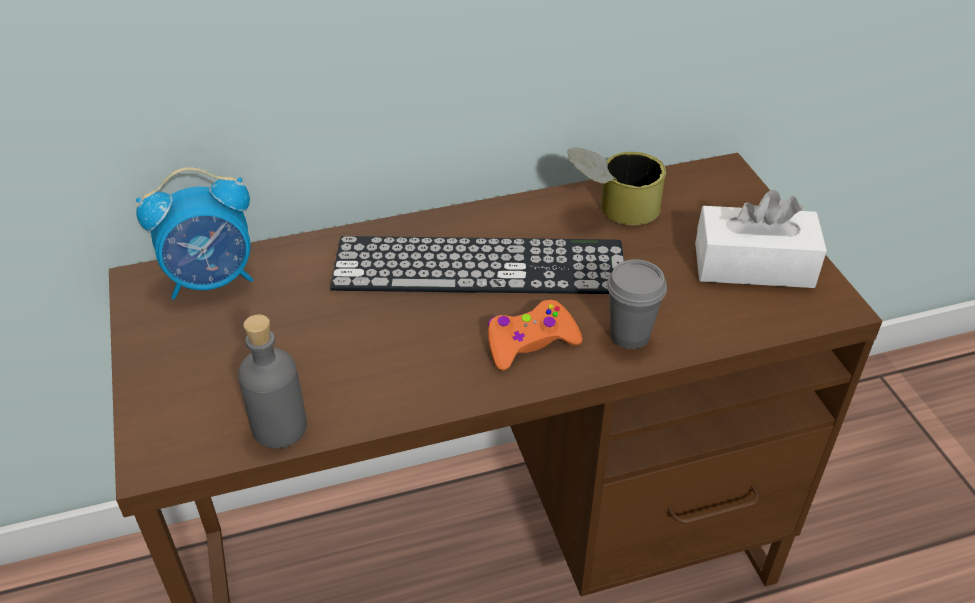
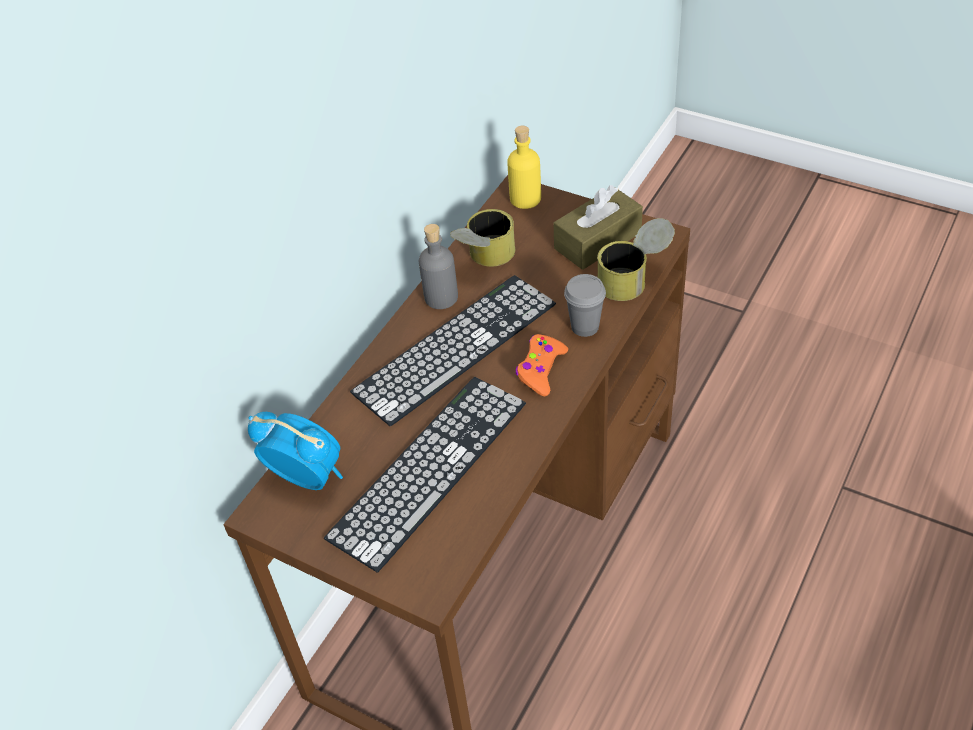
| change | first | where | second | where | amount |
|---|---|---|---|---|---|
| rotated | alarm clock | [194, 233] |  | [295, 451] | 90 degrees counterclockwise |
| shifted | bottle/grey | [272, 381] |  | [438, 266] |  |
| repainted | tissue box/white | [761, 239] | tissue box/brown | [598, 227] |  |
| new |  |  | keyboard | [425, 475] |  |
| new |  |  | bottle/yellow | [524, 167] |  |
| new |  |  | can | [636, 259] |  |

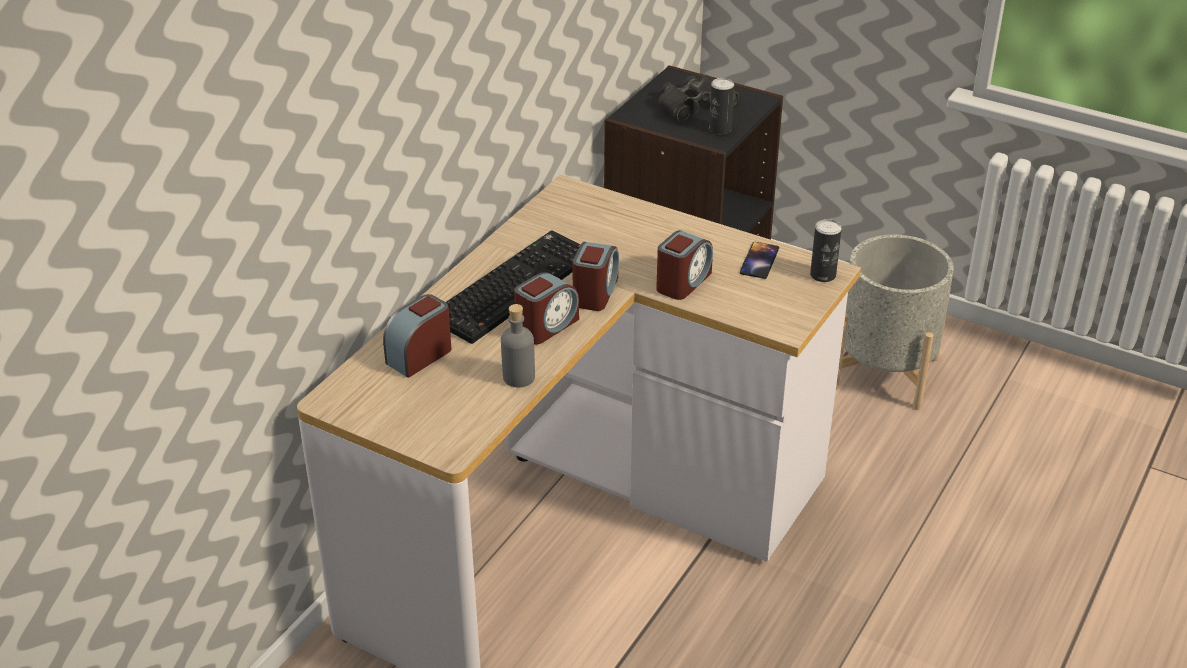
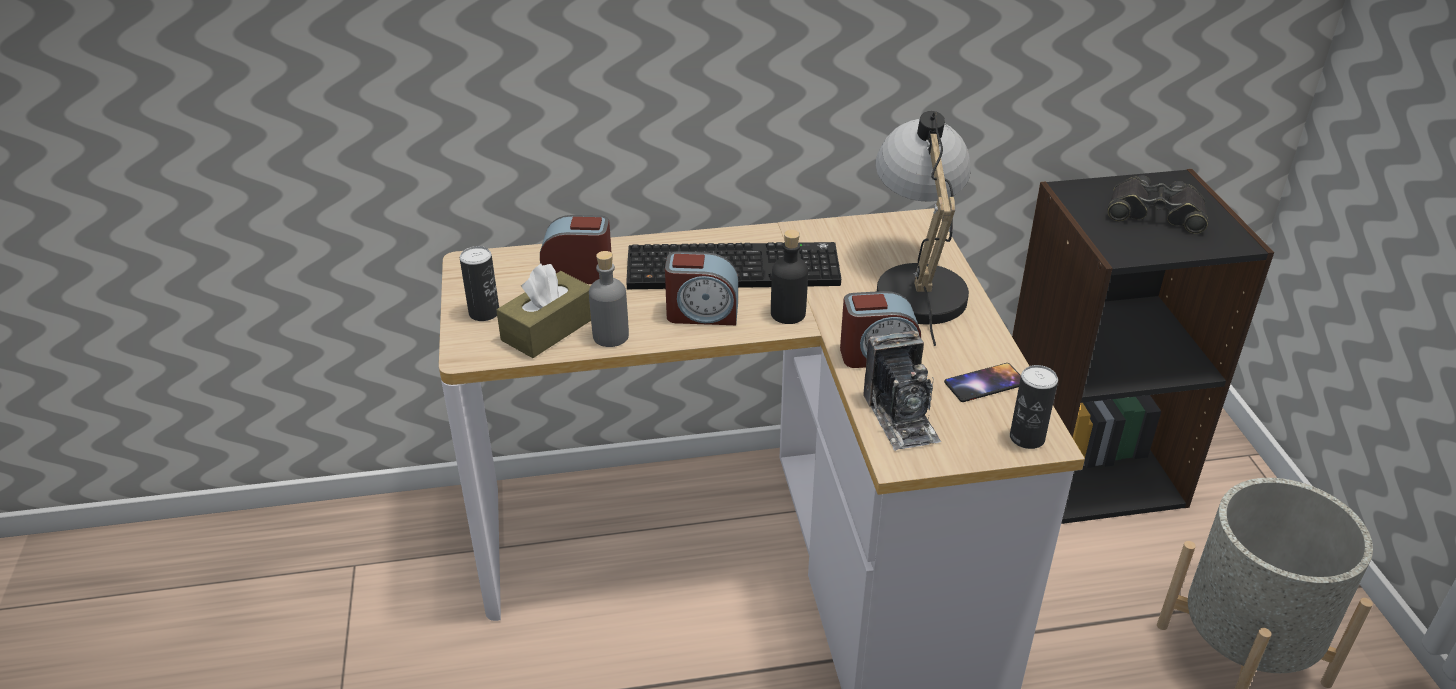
| change | first | where | second | where | amount |
|---|---|---|---|---|---|
| swapped | alarm clock | [595, 276] | bottle/black | [789, 277] |  |
| shifted | can | [721, 106] |  | [479, 283] |  |
| new |  |  | tissue box/brown | [543, 311] |  |
| new |  |  | photo camera | [902, 390] |  |
| new |  |  | table lamp | [923, 228] |  |

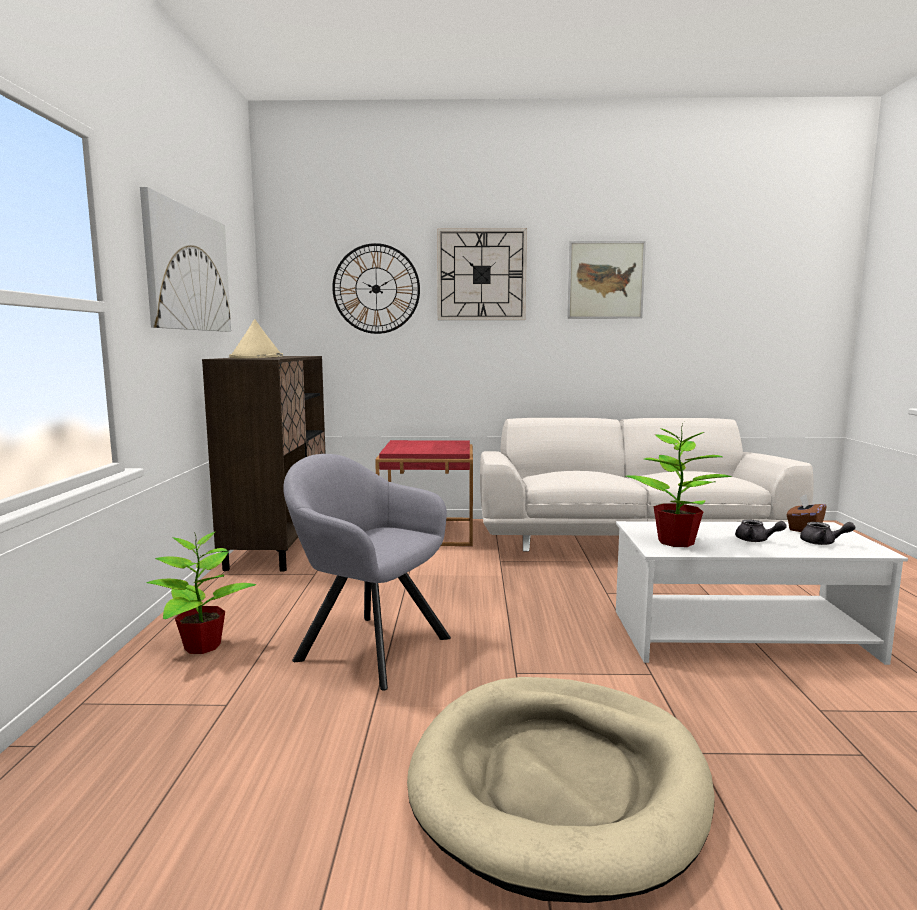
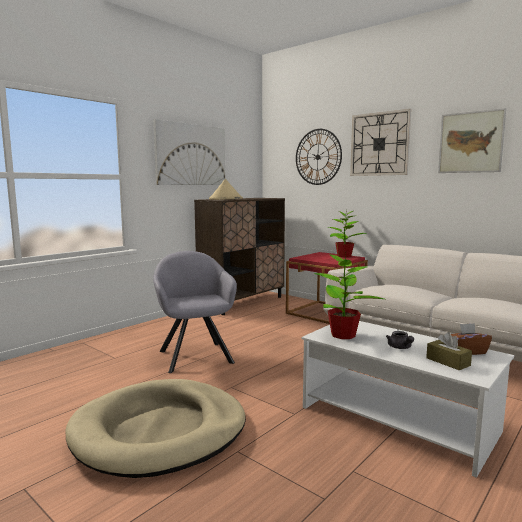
| change | first | where | second | where | amount |
|---|---|---|---|---|---|
| shifted | potted plant | [201, 593] |  | [347, 234] |  |
| swapped | teapot/grey | [827, 533] | tissue box/brown | [449, 351] |  |

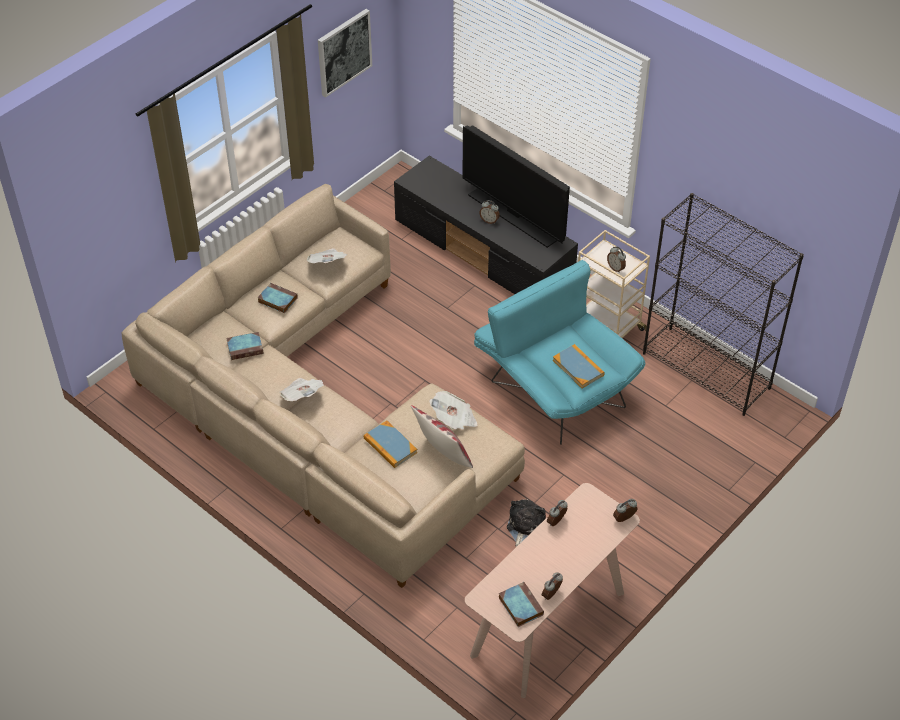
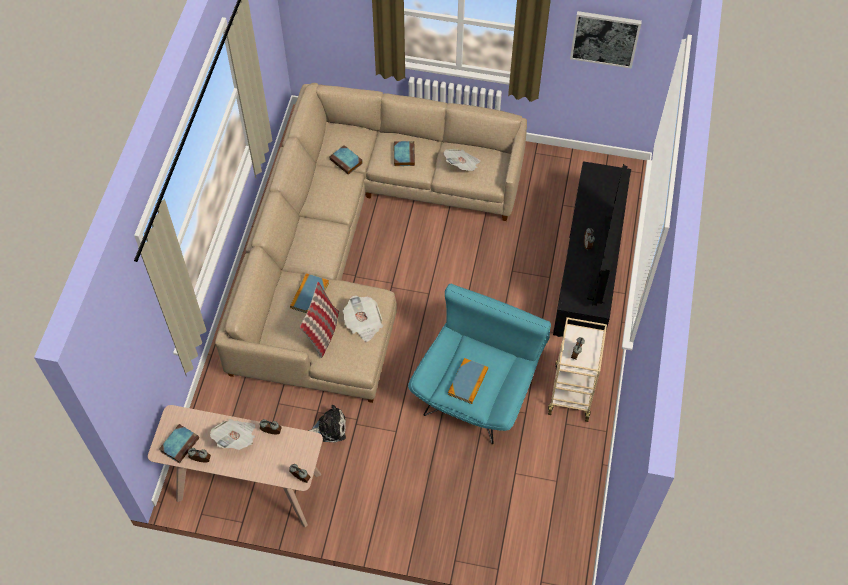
| change | first | where | second | where | amount |
|---|---|---|---|---|---|
| shifted | newspaper | [301, 389] |  | [232, 434] |  |
| gone | bookcase/black | [723, 304] |  |  |  |

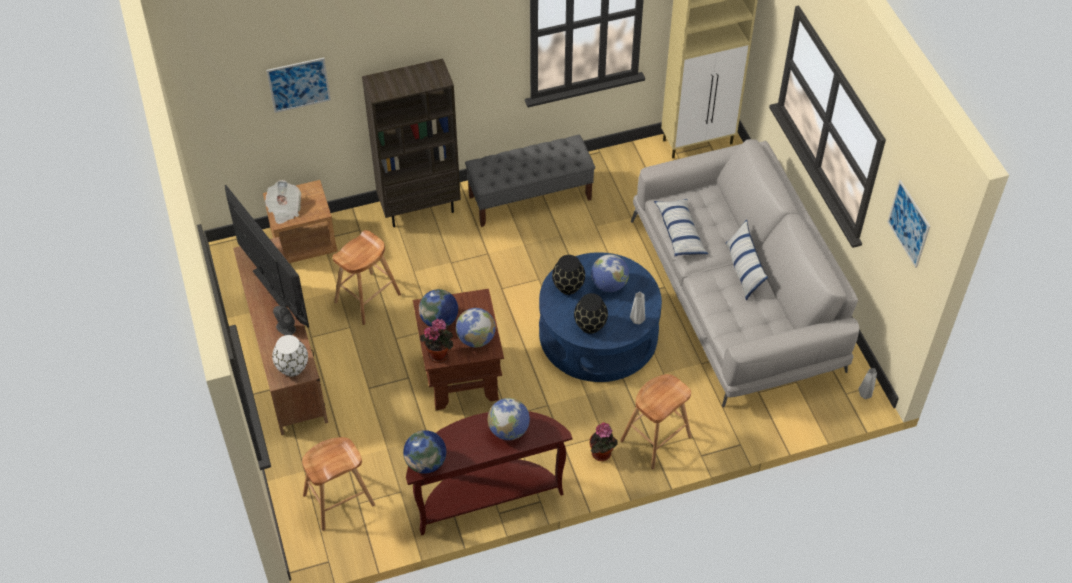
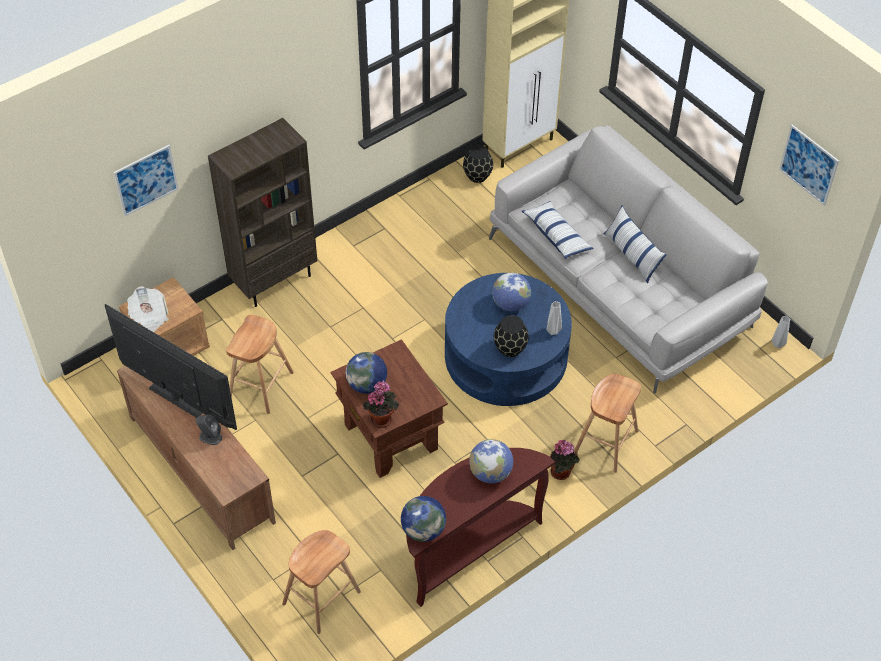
| change | first | where | second | where | amount |
|---|---|---|---|---|---|
| gone | vase/white | [290, 355] |  |  |  |
| gone | globe | [476, 328] |  |  |  |
| gone | bench/grey | [530, 181] |  |  |  |
| shifted | vase/black | [568, 275] |  | [478, 164] |  |

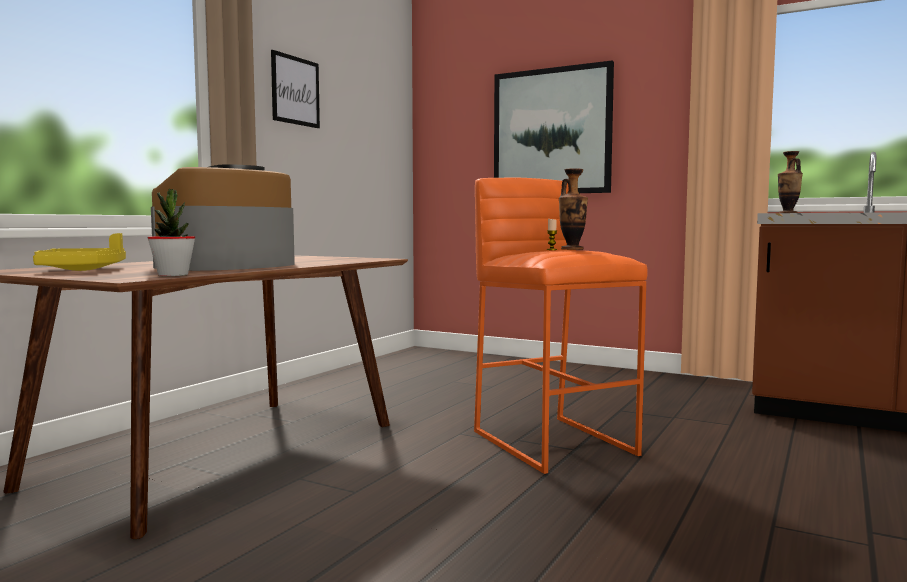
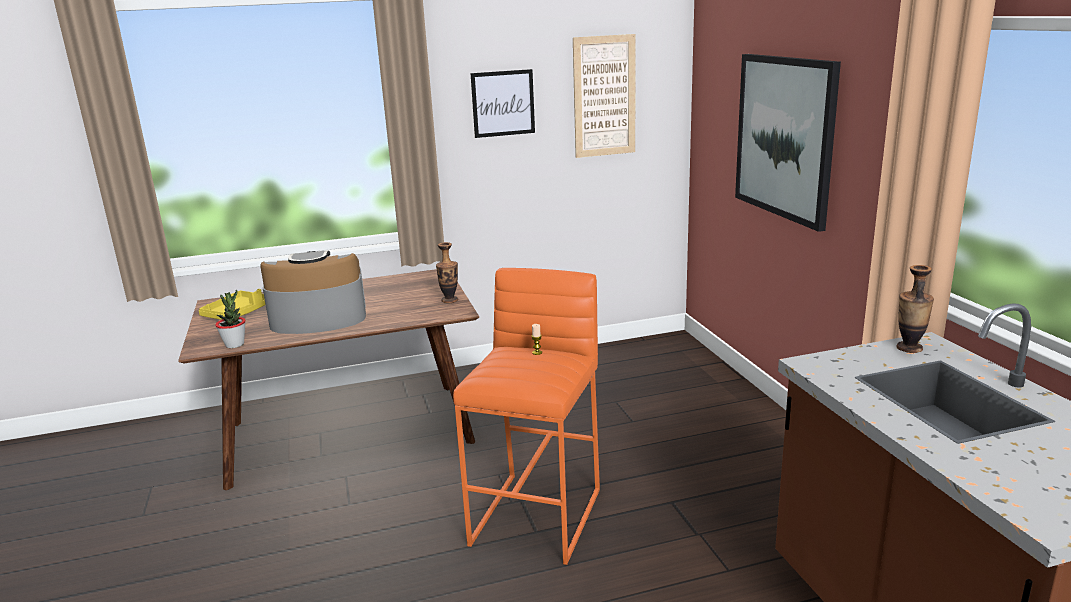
| change | first | where | second | where | amount |
|---|---|---|---|---|---|
| shifted | vase | [573, 209] |  | [447, 272] |  |
| new |  |  | picture | [604, 96] |  |

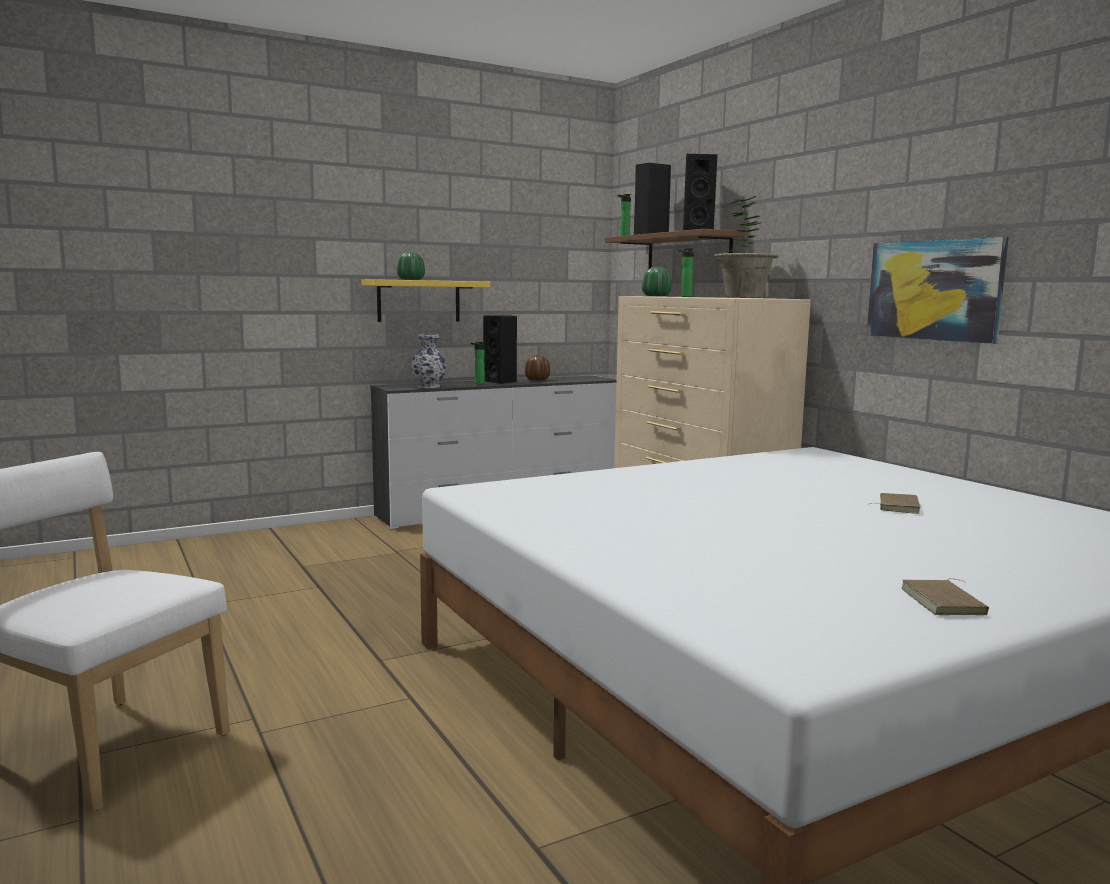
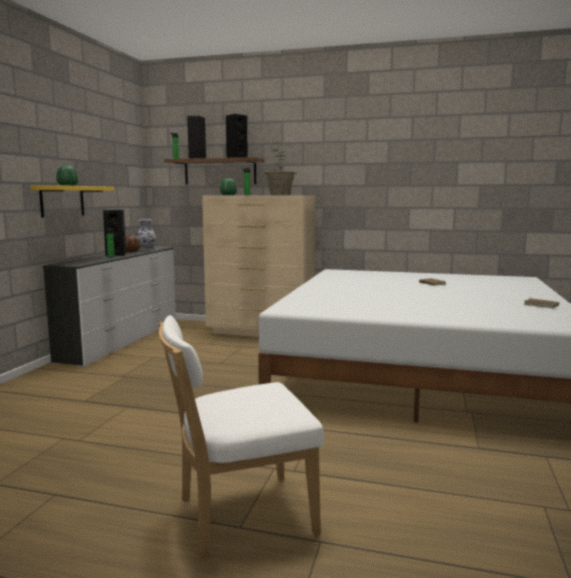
| change | first | where | second | where | amount |
|---|---|---|---|---|---|
| shifted | vase | [429, 361] |  | [146, 234] |  |
| gone | picture | [938, 290] |  |  |  |

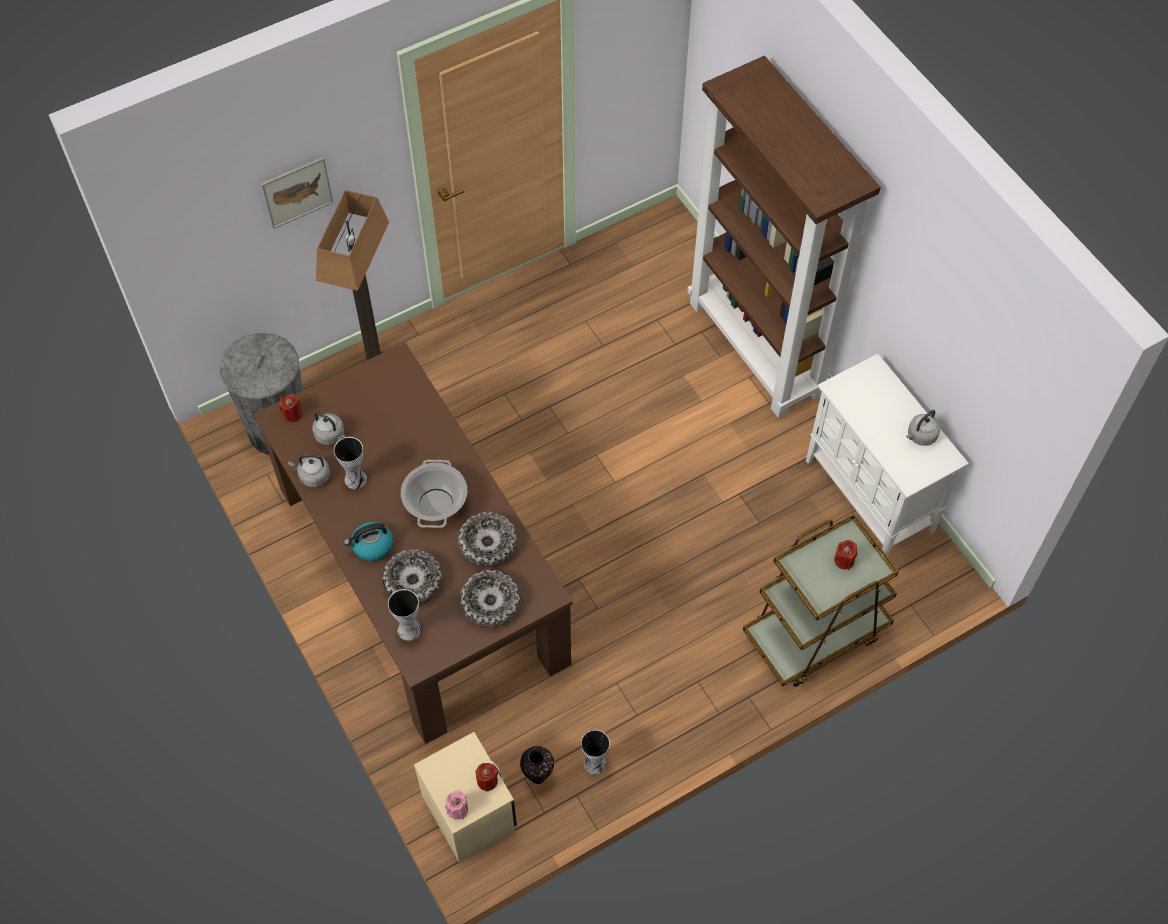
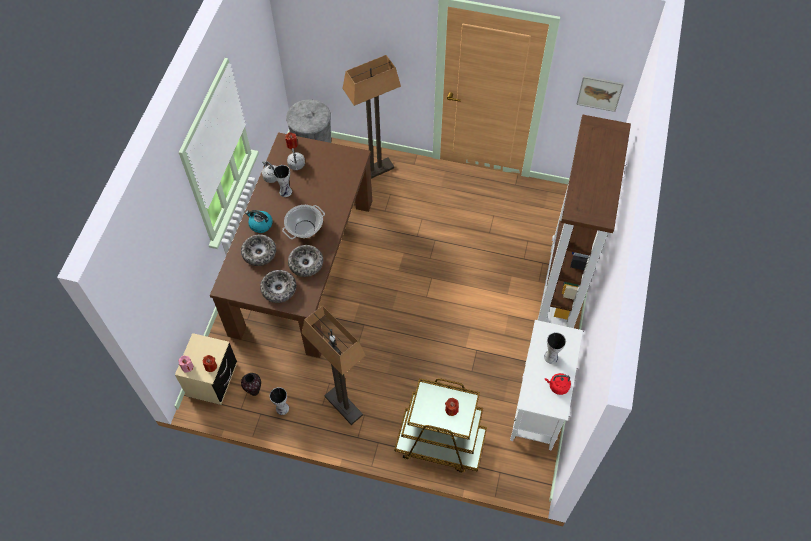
| change | first | where | second | where | amount |
|---|---|---|---|---|---|
| shifted | picture | [297, 193] |  | [600, 94] |  |
| shifted | vase | [404, 615] |  | [555, 348] |  |
| repainted | kettle/grey | [923, 428] | kettle/red | [558, 384] |  |
| new |  |  | floor lamp | [334, 365] |  |

